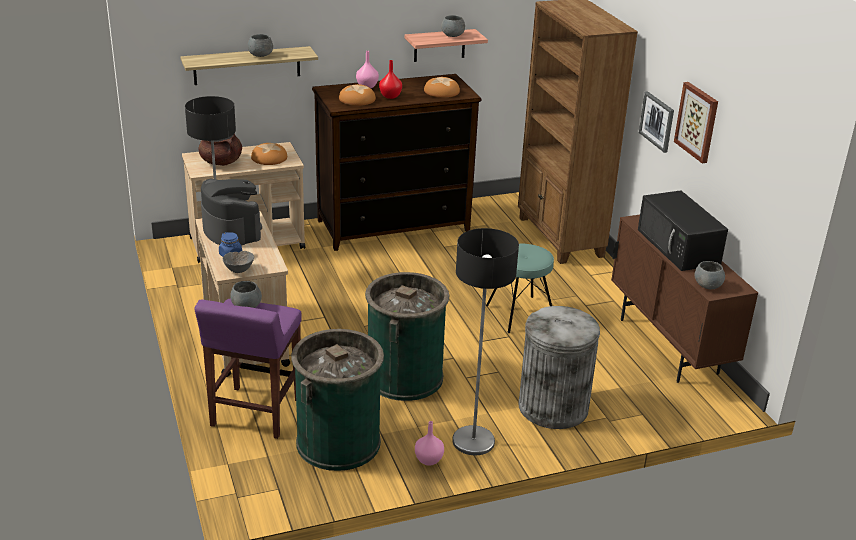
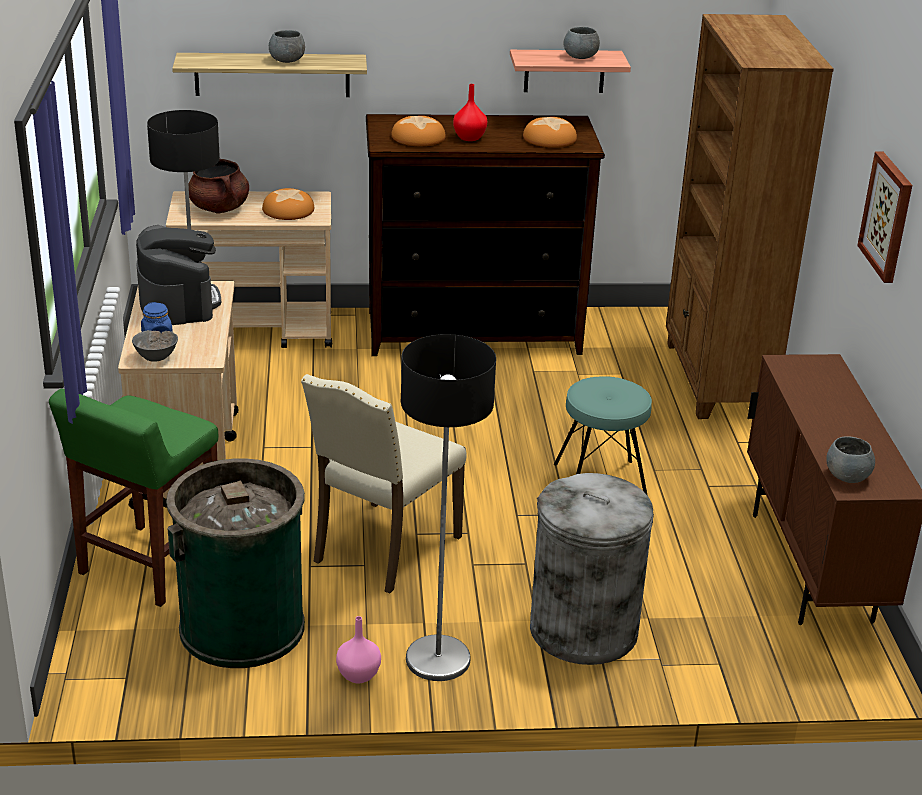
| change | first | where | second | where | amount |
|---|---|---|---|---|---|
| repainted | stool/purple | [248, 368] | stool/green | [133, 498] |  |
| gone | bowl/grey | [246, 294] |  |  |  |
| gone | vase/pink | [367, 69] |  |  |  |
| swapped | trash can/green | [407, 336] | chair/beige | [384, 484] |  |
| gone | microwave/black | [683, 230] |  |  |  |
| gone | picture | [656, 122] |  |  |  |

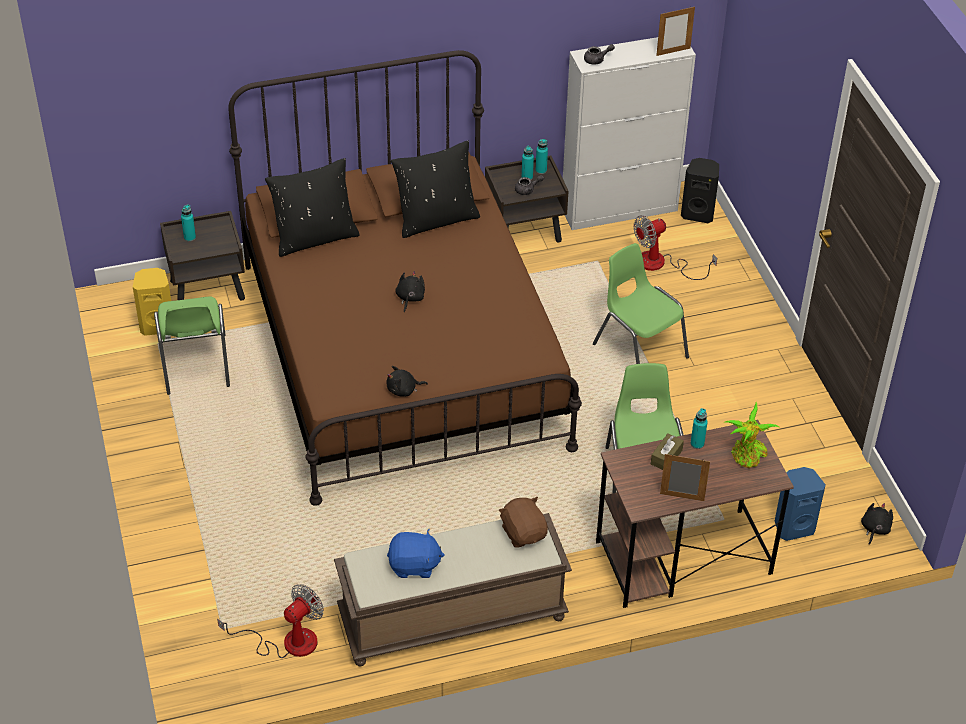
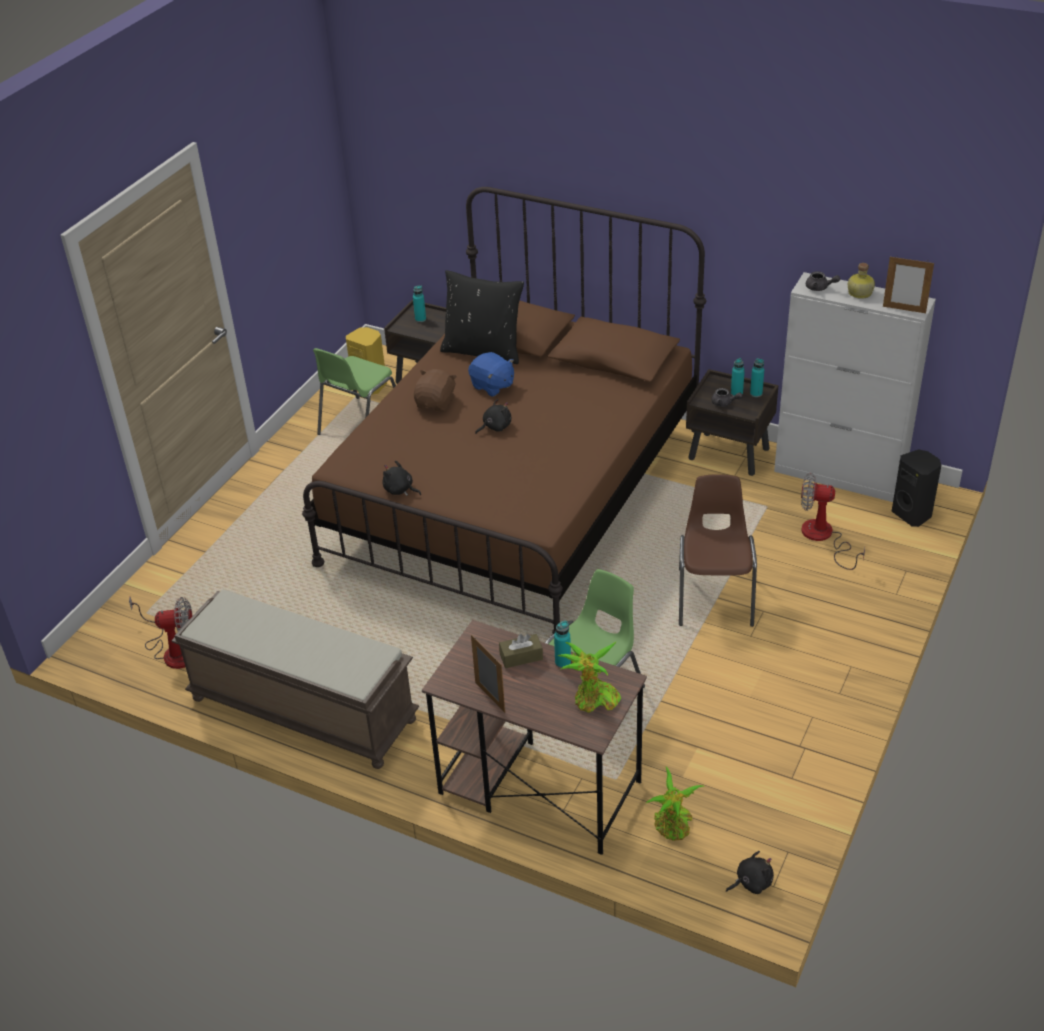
| change | first | where | second | where | amount |
|---|---|---|---|---|---|
| shifted | plush toy/blue | [416, 553] |  | [491, 374] |  |
| gone | pillow/black | [435, 189] |  |  |  |
| shifted | plush toy/brown | [523, 522] |  | [435, 390] |  |
| repainted | chair/green | [641, 303] | chair/brown | [718, 550] |  |
| swapped | speaker/blue | [800, 504] | potted plant | [674, 804] |  |
| new |  |  | bottle | [861, 281] |  |

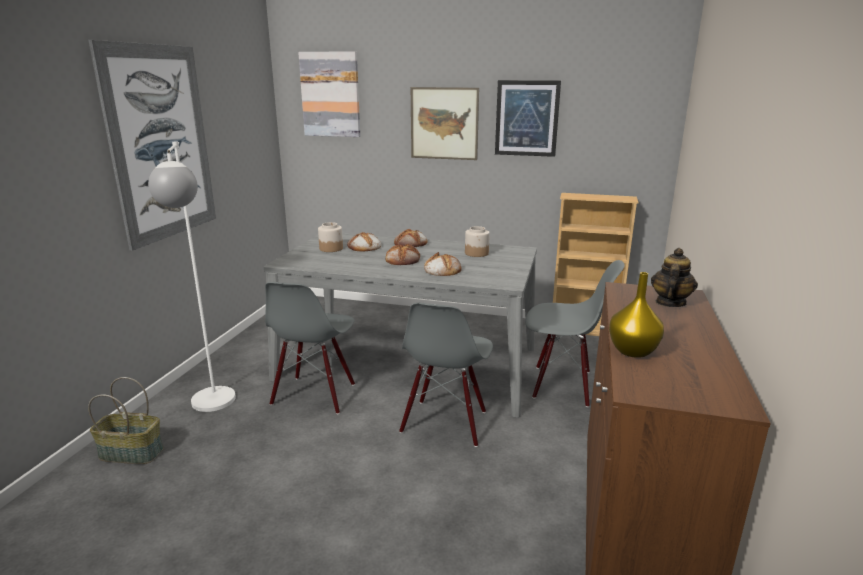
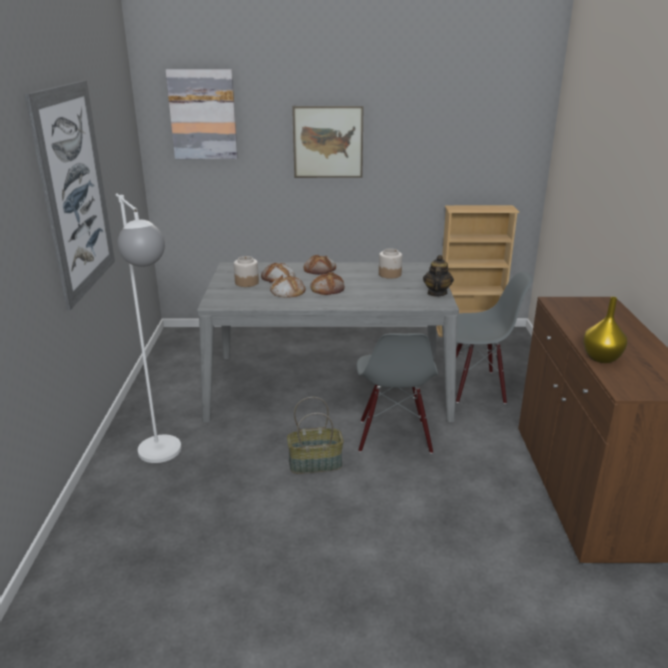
| change | first | where | second | where | amount |
|---|---|---|---|---|---|
| shifted | basket | [126, 420] |  | [315, 435] |  |
| gone | chair/grey | [310, 348] |  |  |  |
| shifted | bread | [443, 264] |  | [288, 286] |  |
| gone | picture | [528, 118] |  |  |  |
| shifted | teapot | [674, 277] |  | [438, 275] |  |

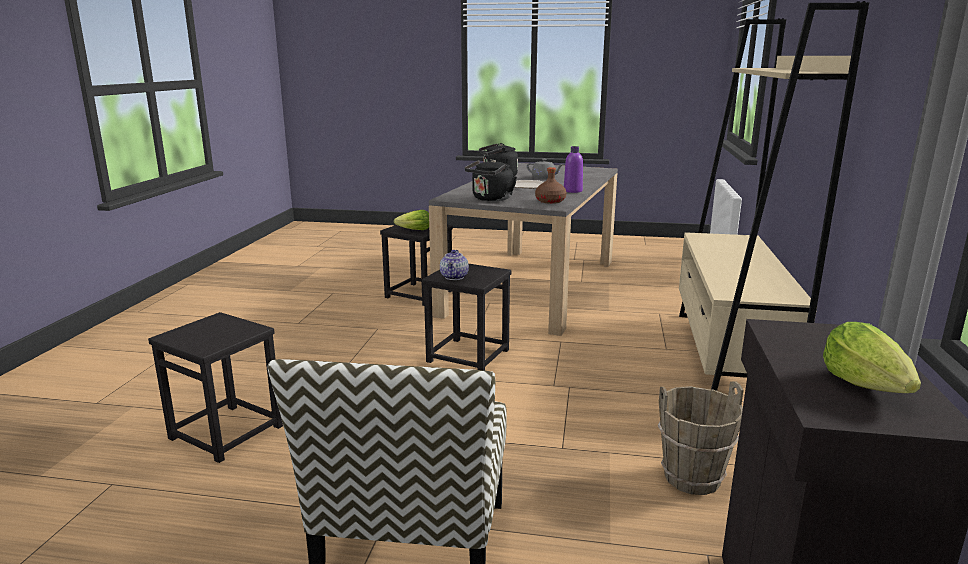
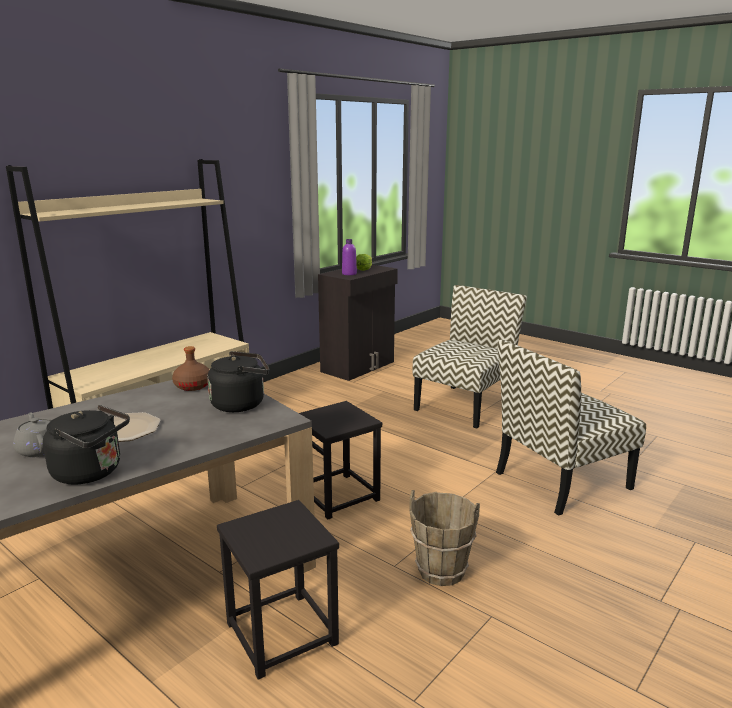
| change | first | where | second | where | amount |
|---|---|---|---|---|---|
| swapped | stool/black | [215, 387] | chair | [571, 428] |  |
| gone | lettuce | [411, 220] |  |  |  |
| gone | teapot | [454, 265] |  |  |  |
| shifted | bottle/purple | [573, 169] |  | [349, 257] |  |
| shifted | bucket/brown | [701, 438] |  | [444, 538] |  |

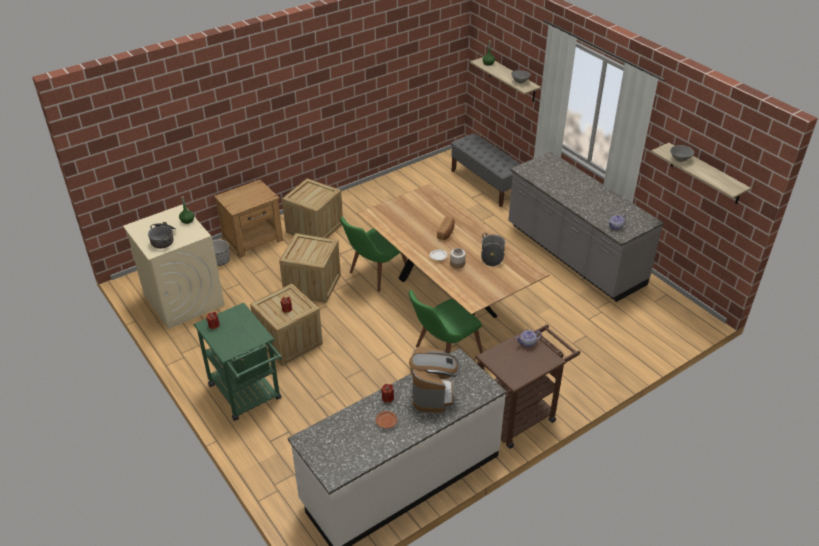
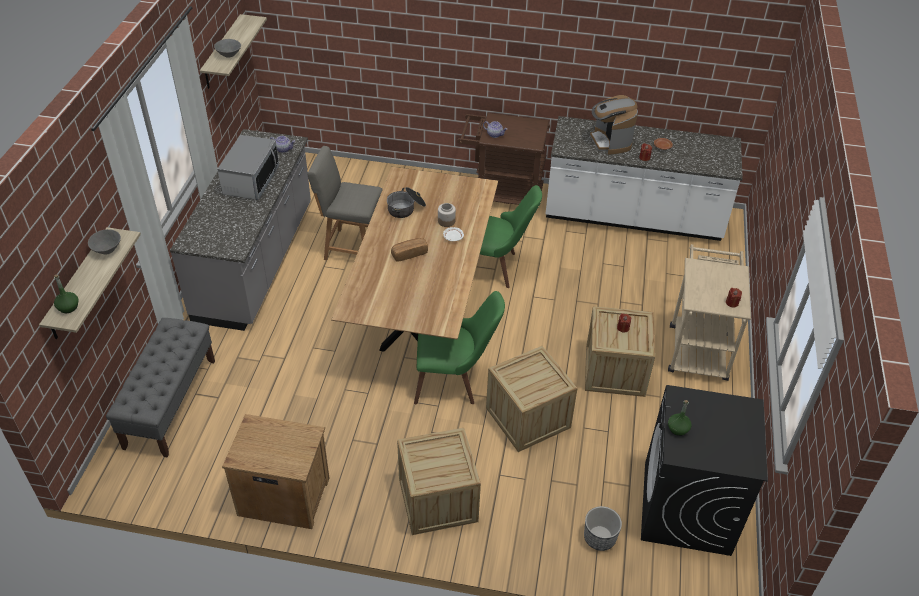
| change | first | where | second | where | amount |
|---|---|---|---|---|---|
| repainted | washing machine/beige | [174, 266] | washing machine/black | [704, 470] |  |
| gone | cooking pot | [162, 235] |  |  |  |
| repainted | cart/green | [237, 362] | cart/beige | [709, 312] |  |
| shifted | nightstand/brown | [248, 218] |  | [275, 471] |  |
| rotated | coffee machine | [434, 380] |  | [614, 125] | 60 degrees counterclockwise |
| new |  |  | microwave | [248, 167] |  |
| new |  |  | chair/grey | [345, 203] |  |

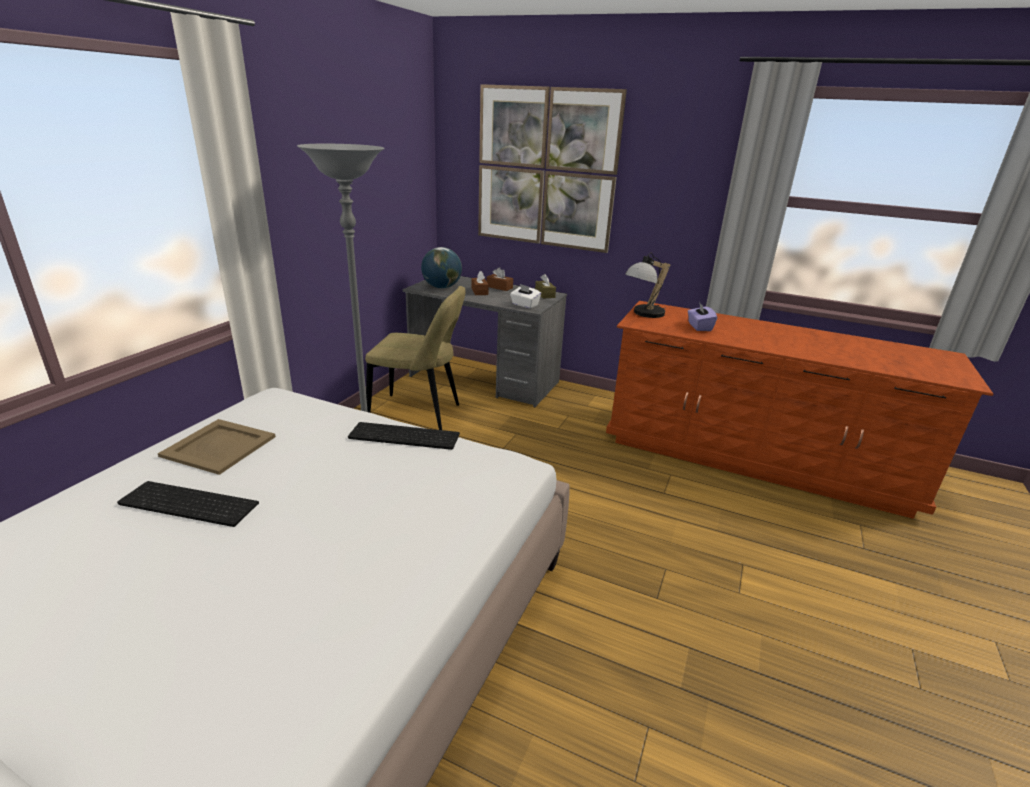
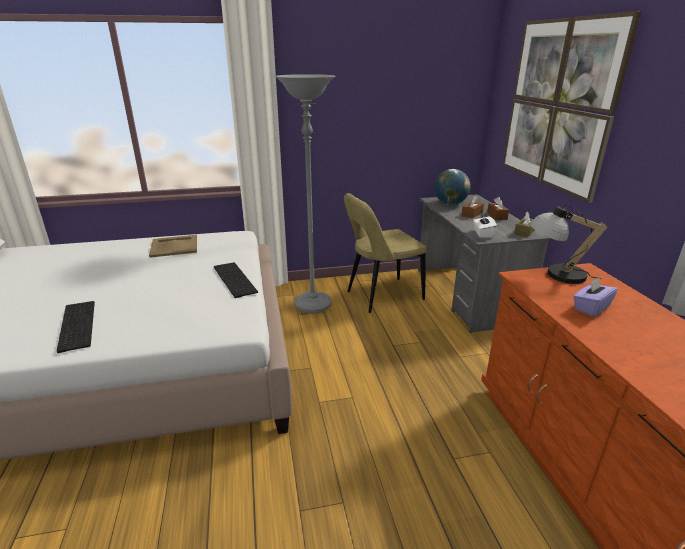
| change | first | where | second | where | amount |
|---|---|---|---|---|---|
| shifted | keyboard | [188, 504] |  | [76, 327] |  |
| rotated | chair/beige | [415, 358] |  | [385, 253] | 90 degrees clockwise |

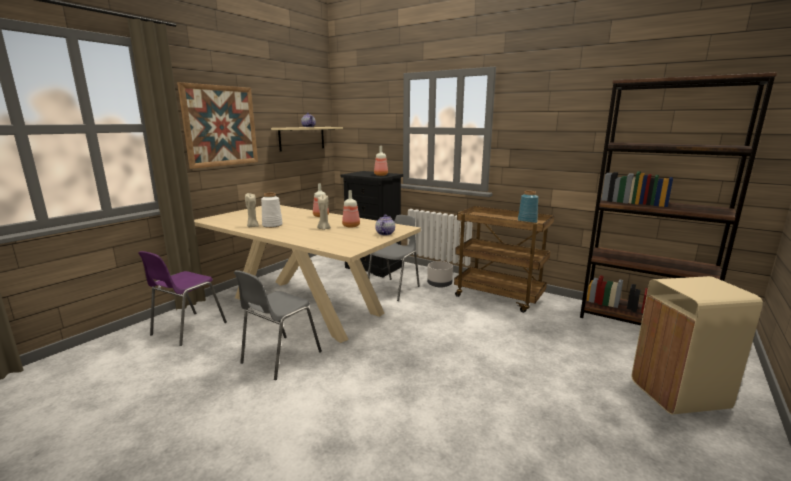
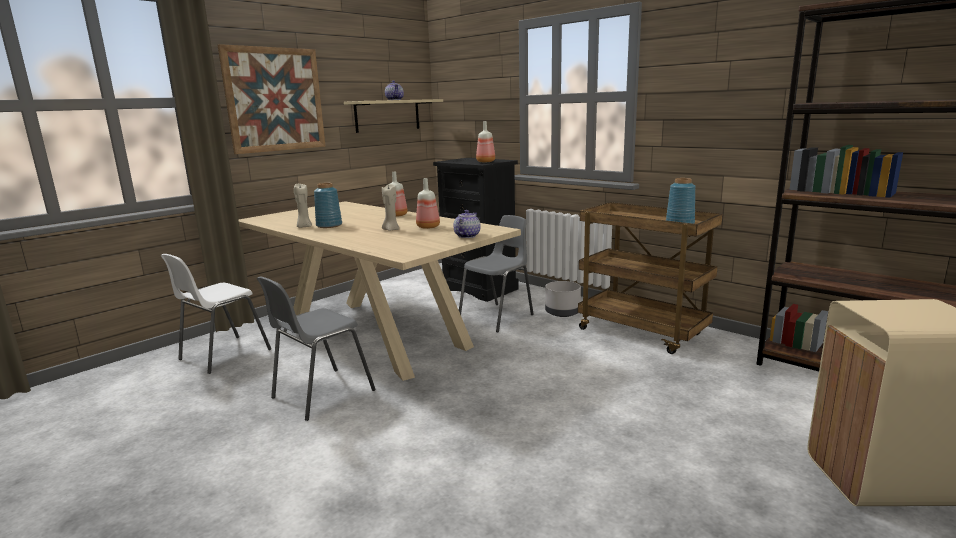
| change | first | where | second | where | amount |
|---|---|---|---|---|---|
| repainted | chair/purple | [182, 298] | chair/white | [216, 314] |  |
| repainted | vase/white | [272, 210] | vase/blue | [328, 205] |  |

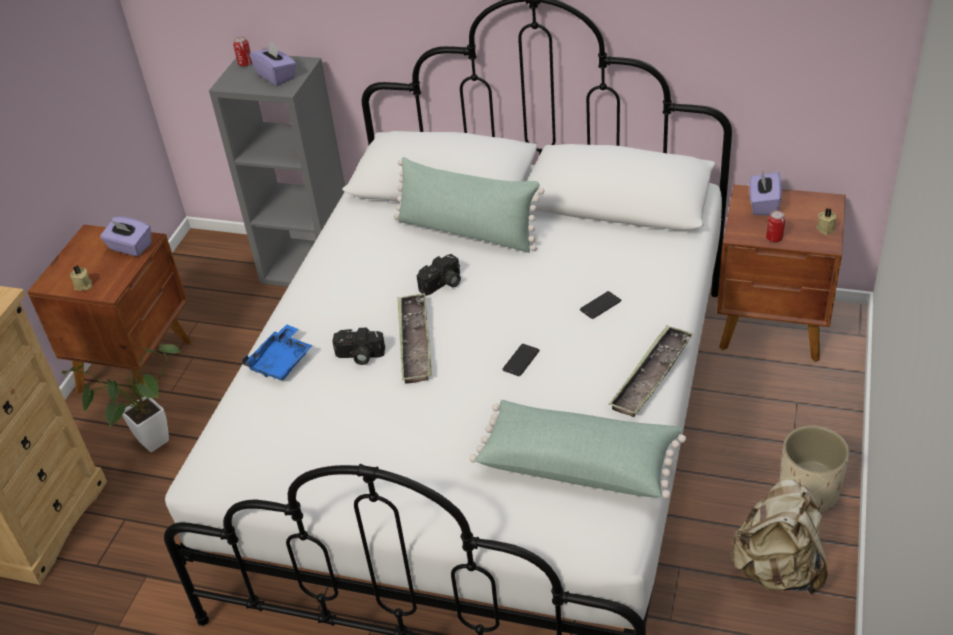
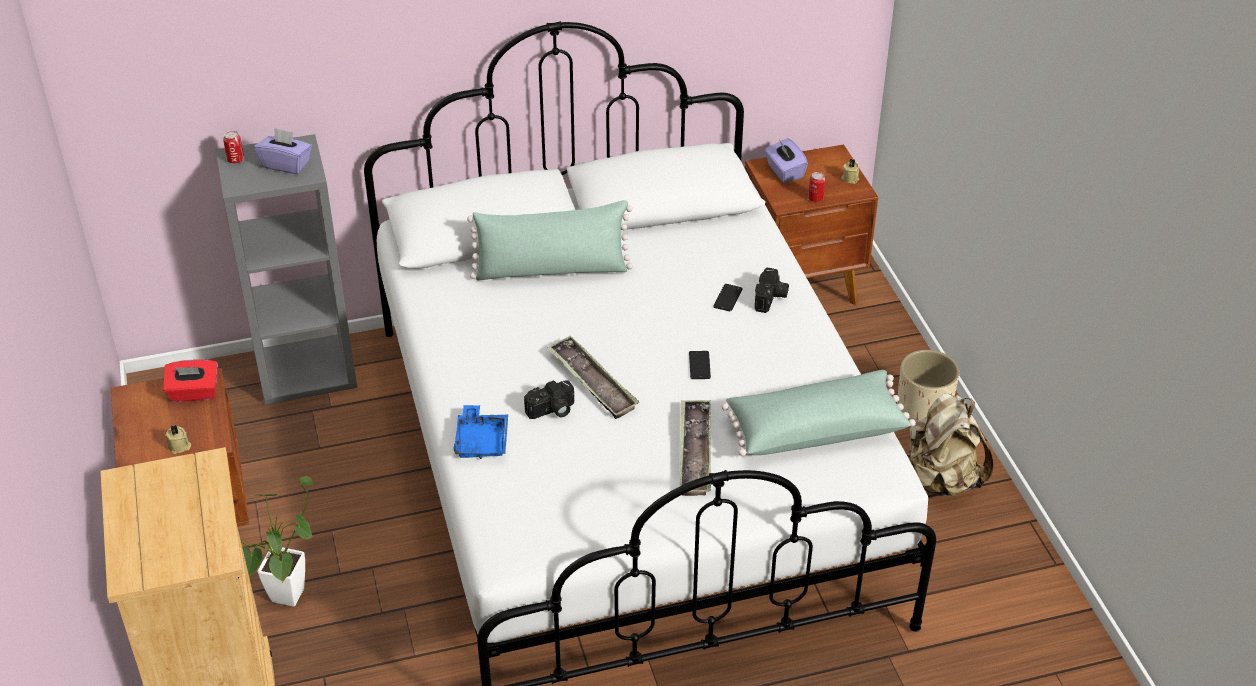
| change | first | where | second | where | amount |
|---|---|---|---|---|---|
| repainted | tissue box/purple | [125, 236] | tissue box/red | [190, 380] |  |
| shifted | photo camera | [439, 275] |  | [772, 290] |  |
| shifted | tray | [651, 371] |  | [695, 448] |  |

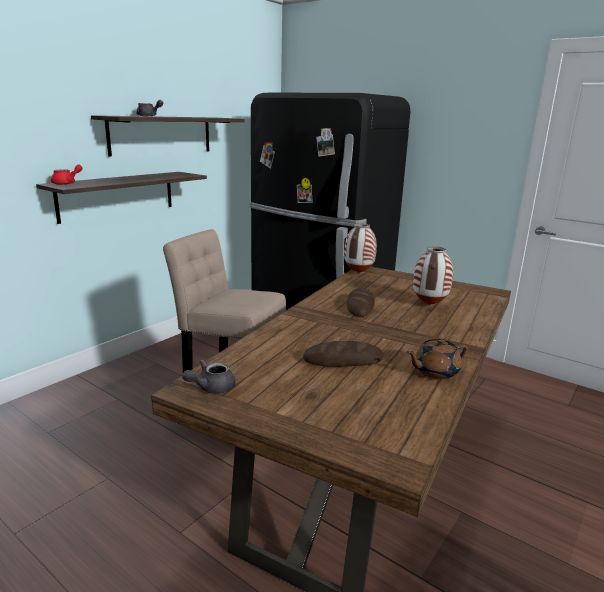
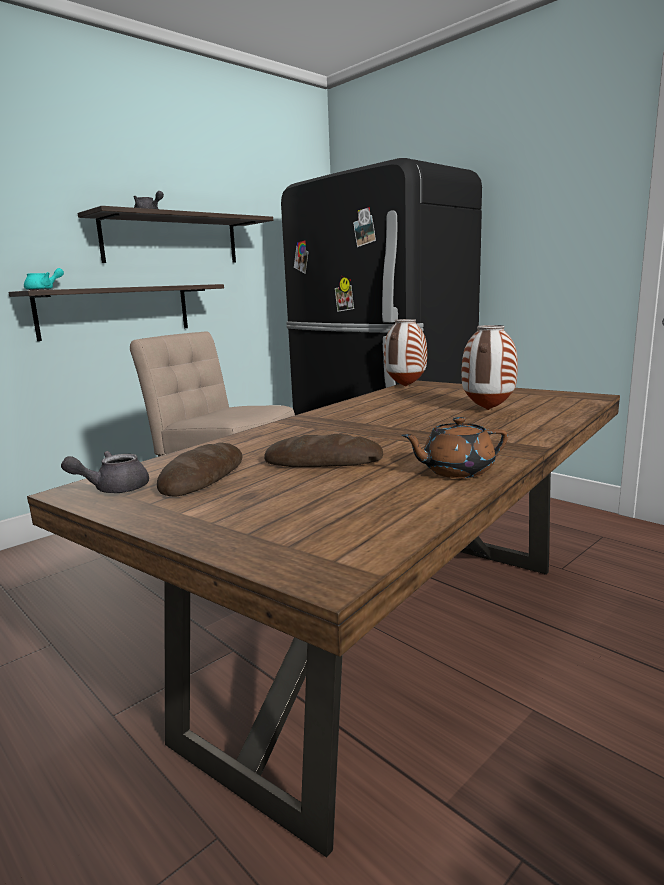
| change | first | where | second | where | amount |
|---|---|---|---|---|---|
| repainted | teapot/red | [67, 175] | teapot/turquoise | [44, 279] |  |
| shifted | bread | [361, 302] |  | [199, 469] |  |

